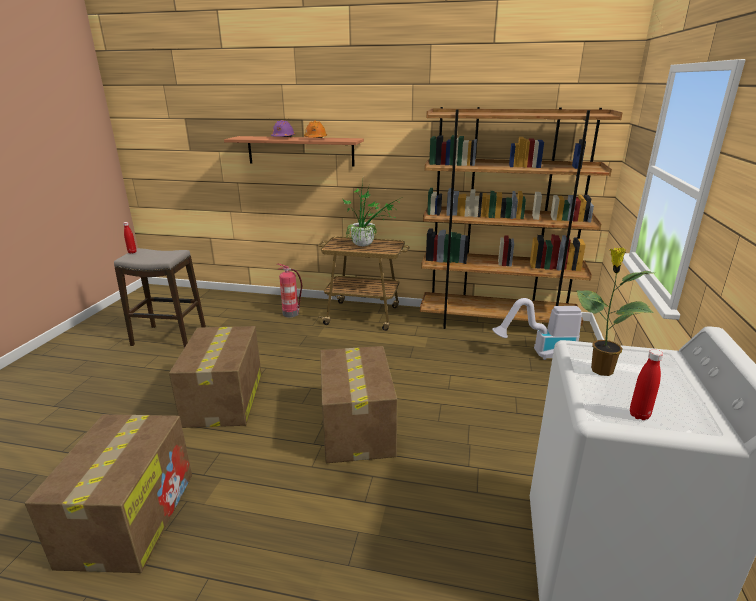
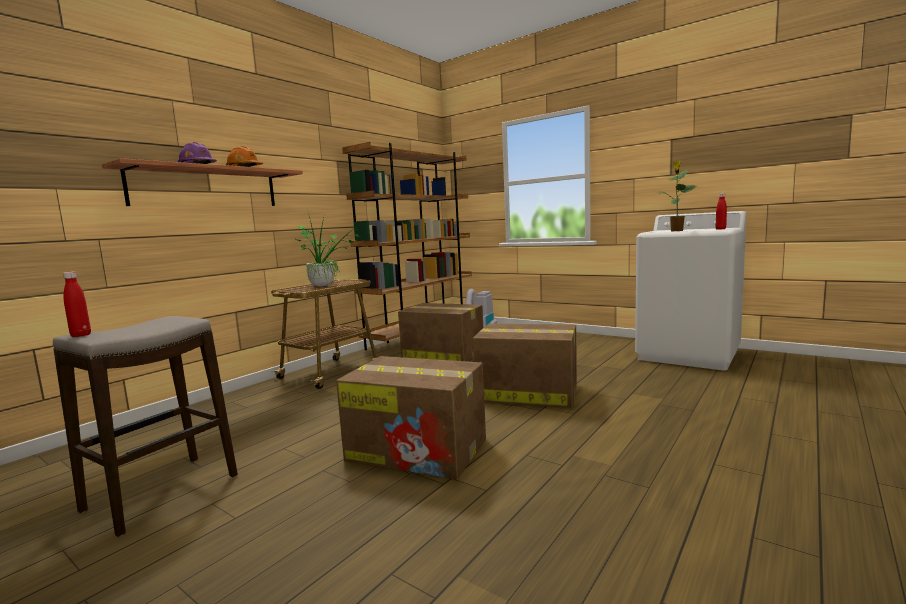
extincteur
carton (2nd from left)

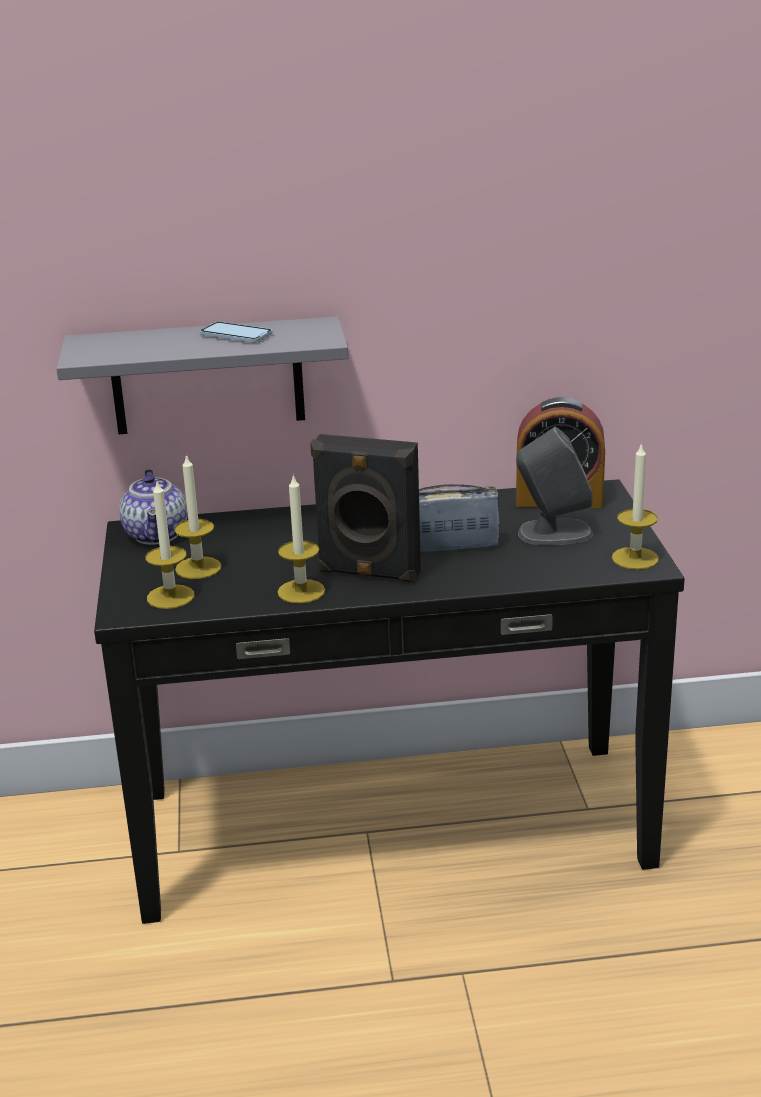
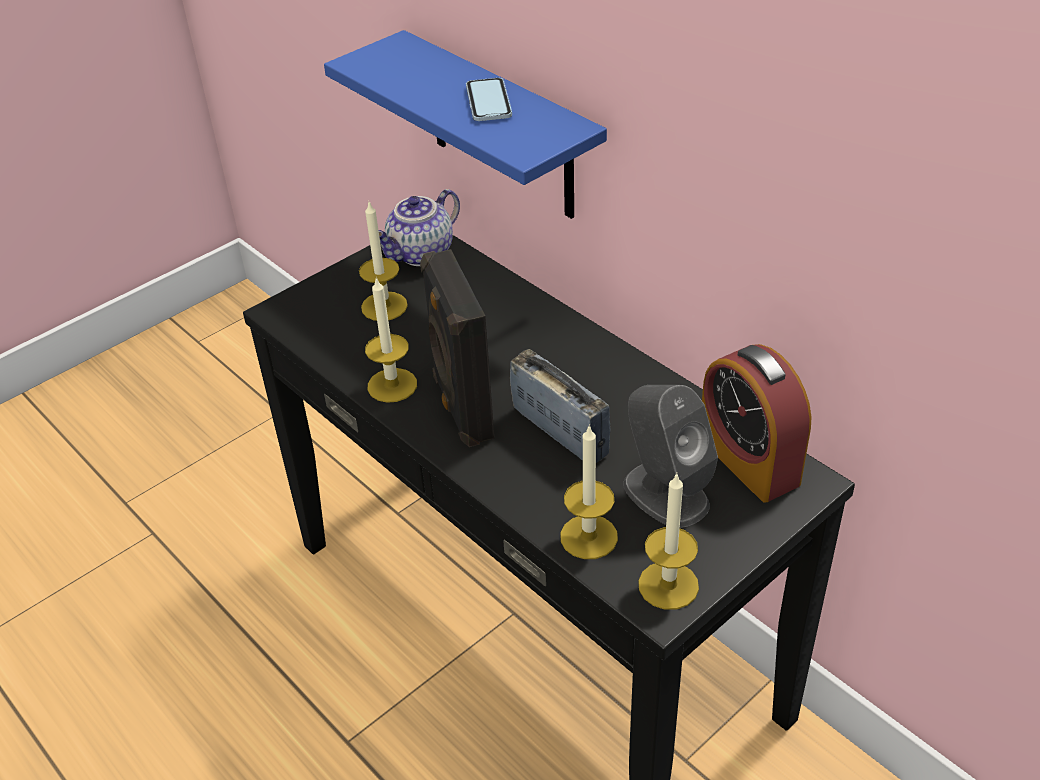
bougie (3rd from left)
étagère [bleu]

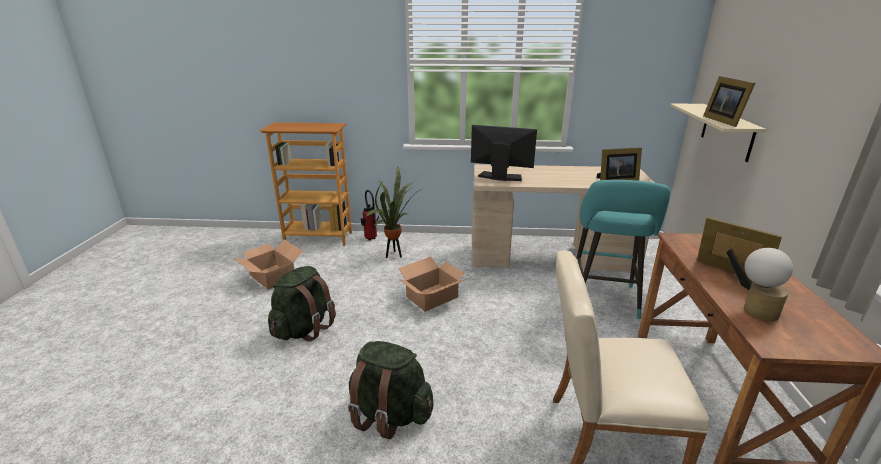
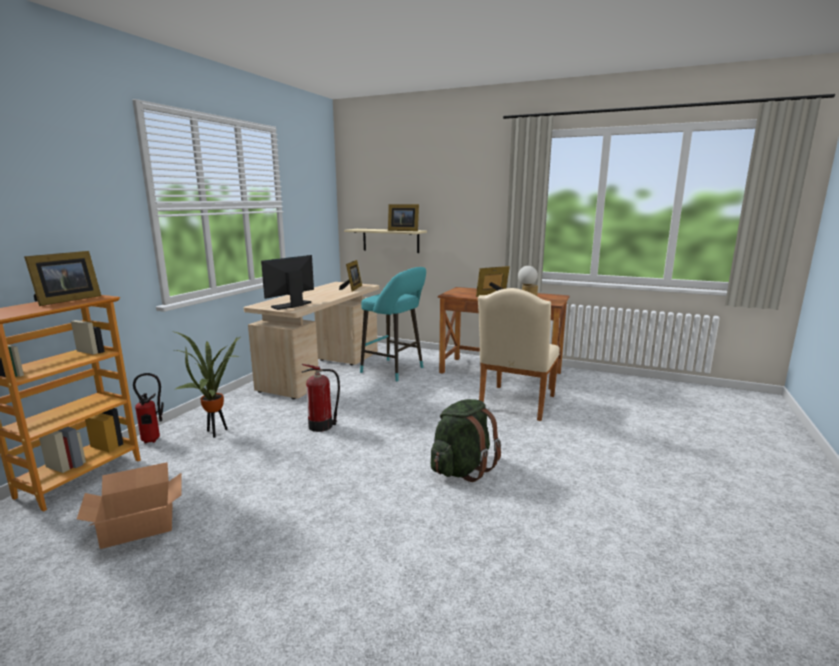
sac à dos [vert] (1st from left in the first image)
cadre photo (1st from left)
extincteur (2nd from left)

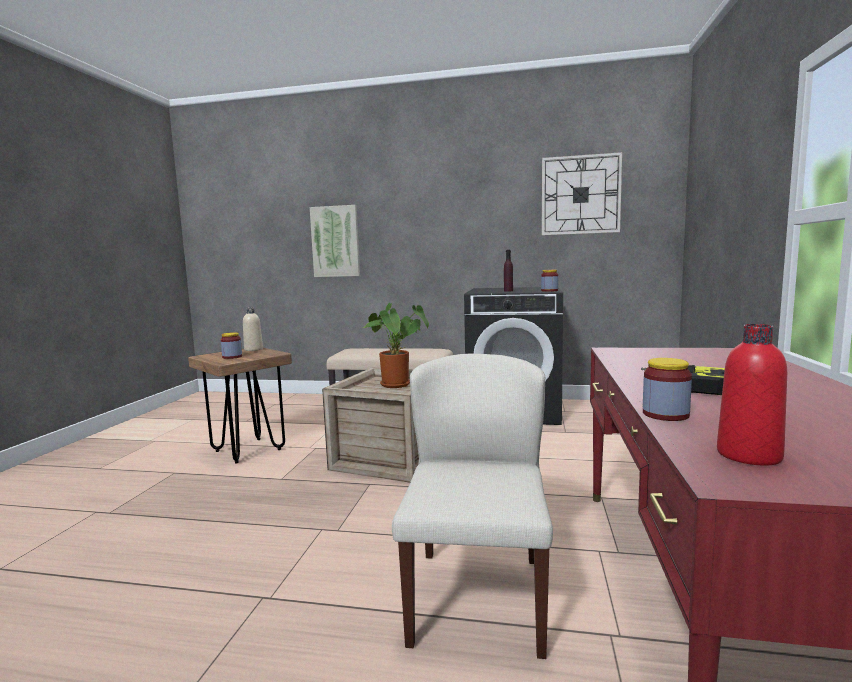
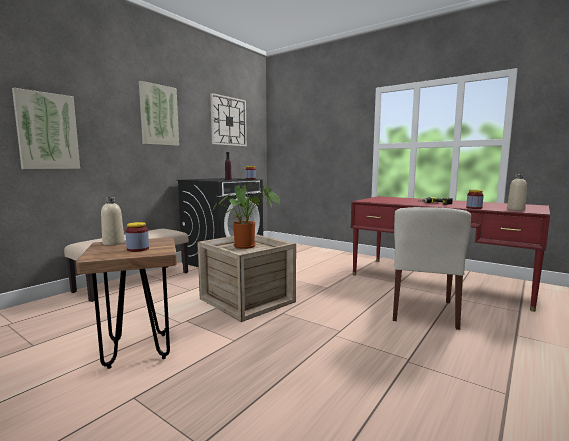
tableau (2nd from left)
bouteille [beige] (2nd from left)
chaise [beige]

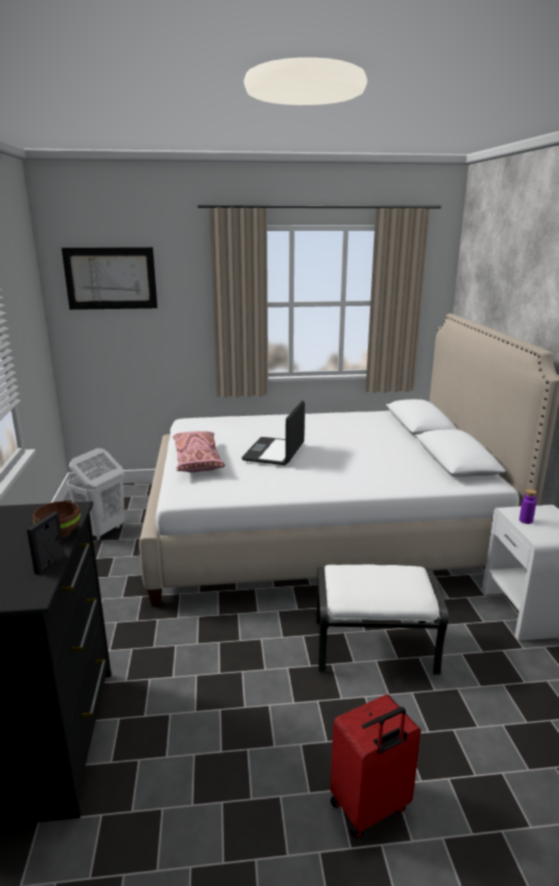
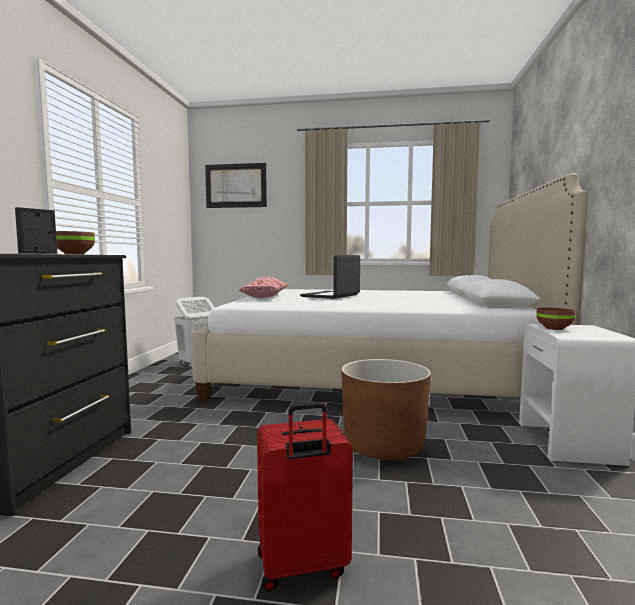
cache-pot [marron]
bol [marron] (2nd from left)

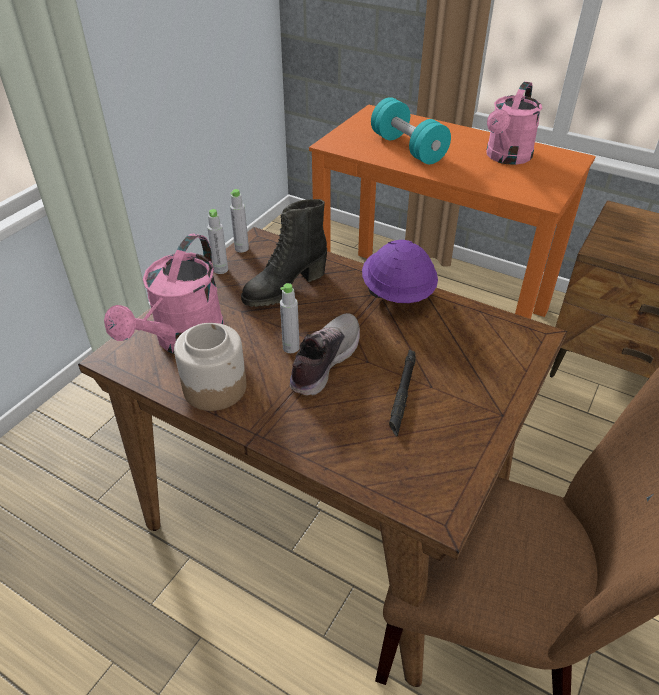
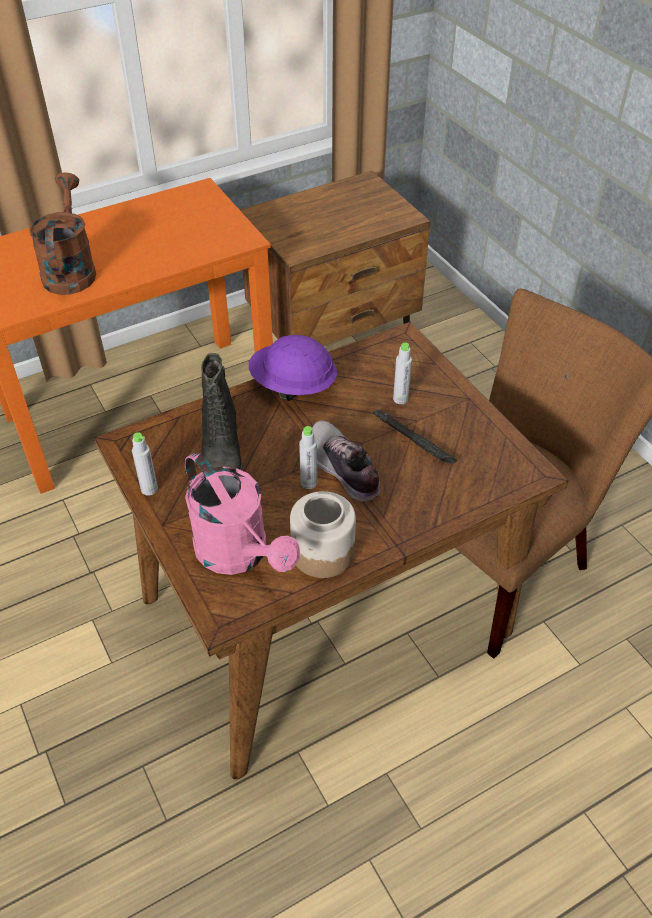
arrosoir [rose] (2nd from left in the first image)
bouteille [gris] (3rd from left)
arrosoir [marron]

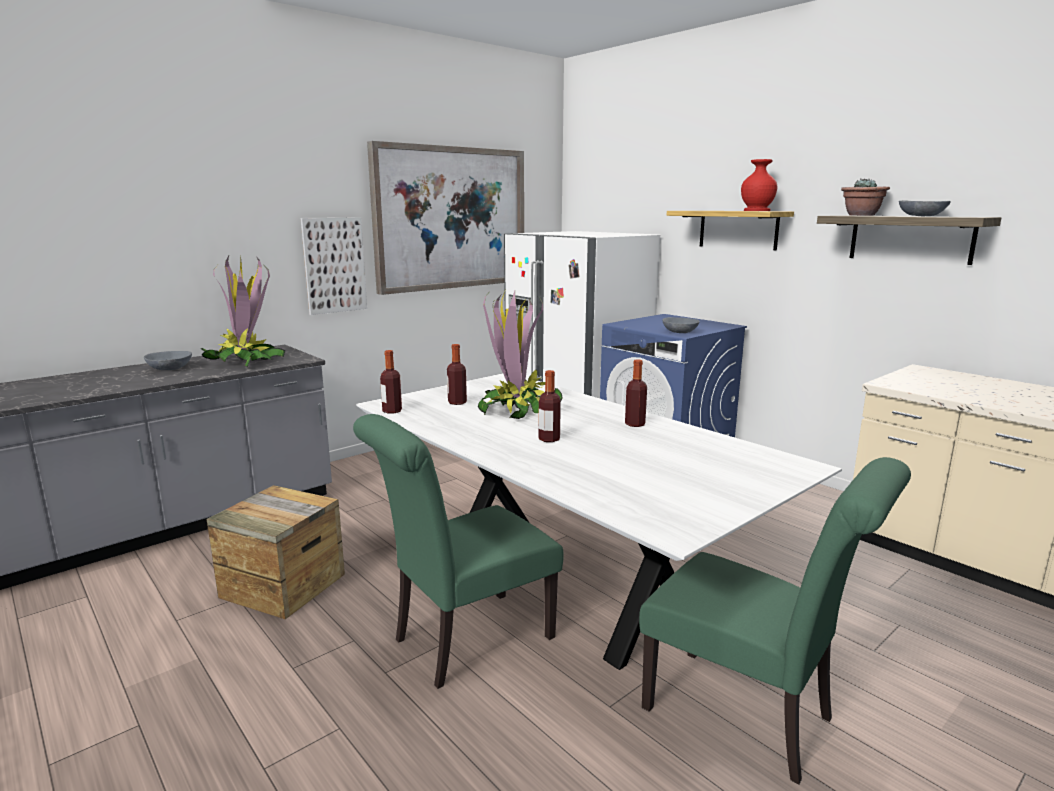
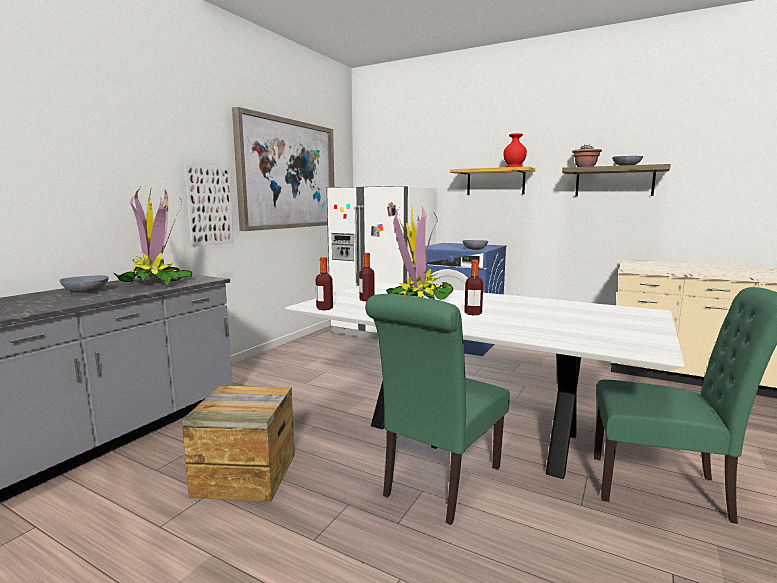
bouteille (4th from left in the first image)

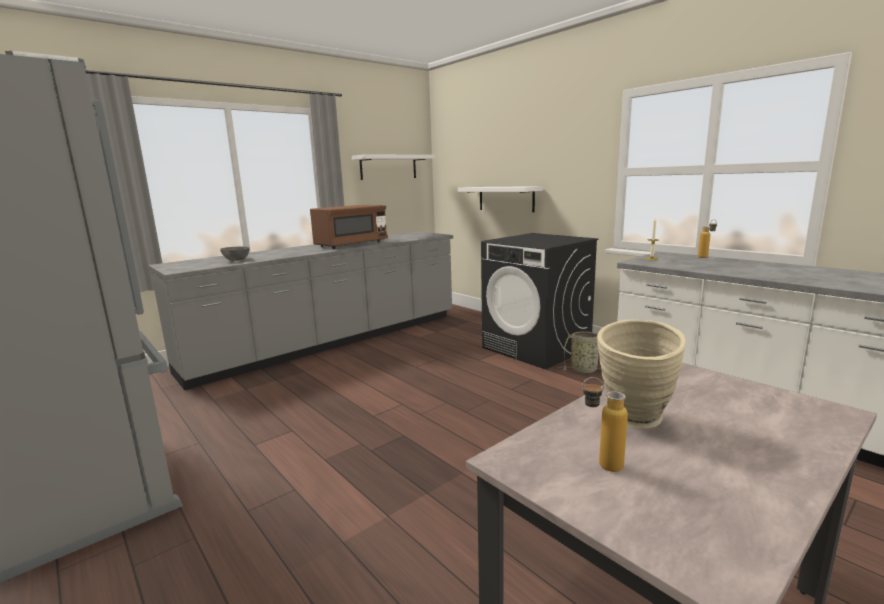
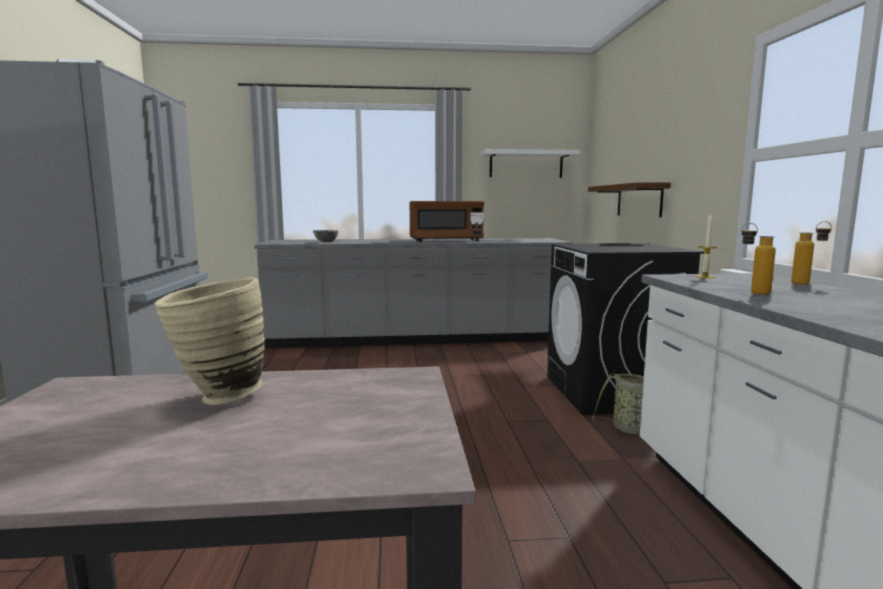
bouteille (1st from left)
étagère [marron]

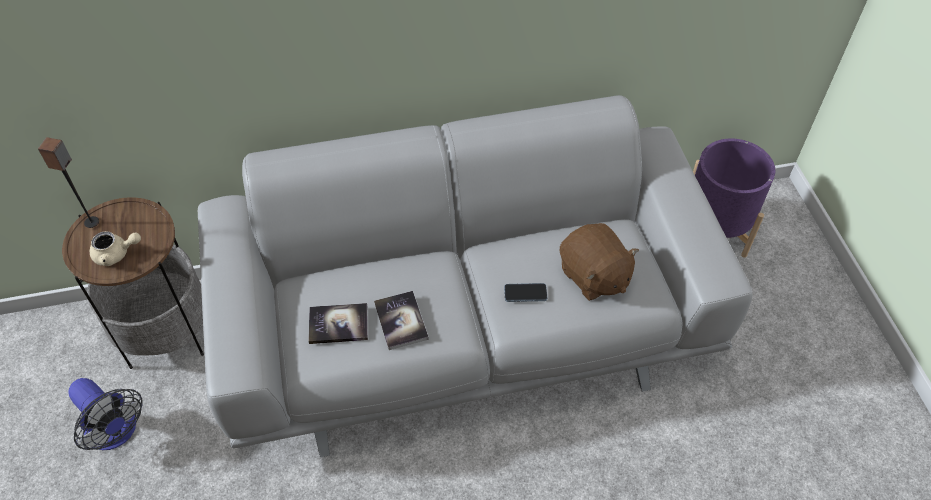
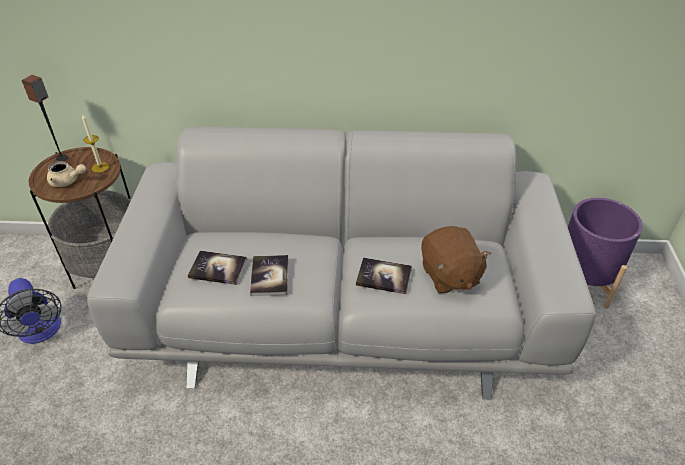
bougie
livre (3rd from left)

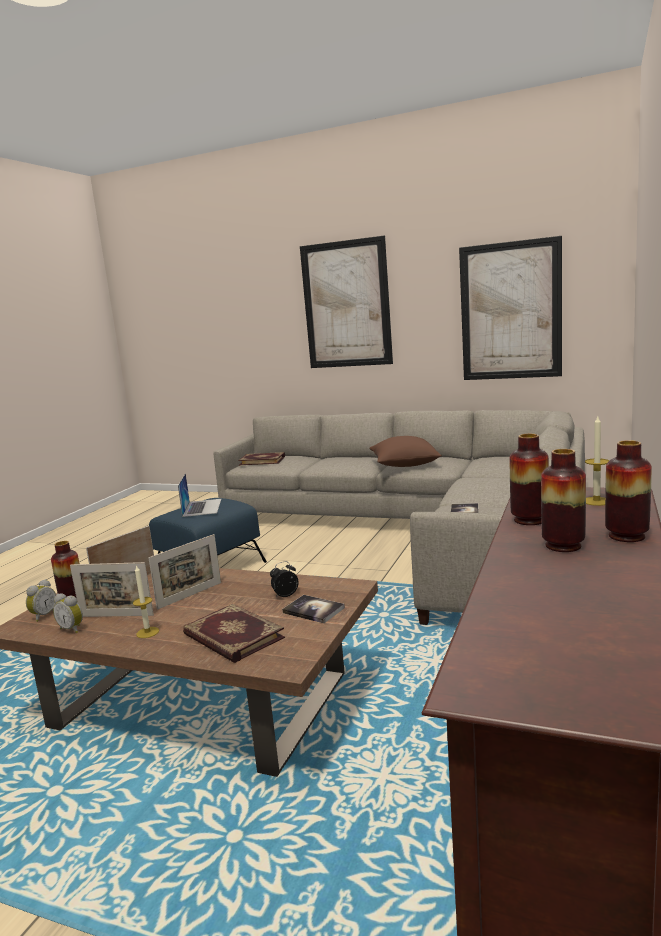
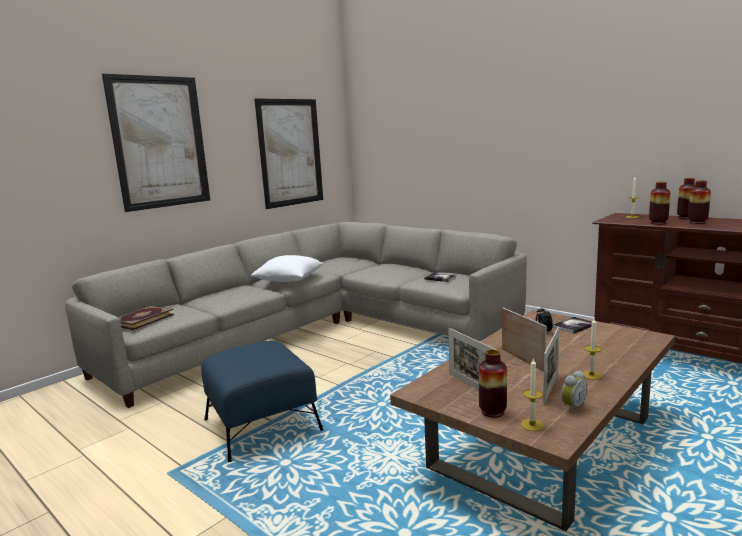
ordinateur portable
livre (1st from left in the first image)
bougie (1st from left)
coussin [blanc]

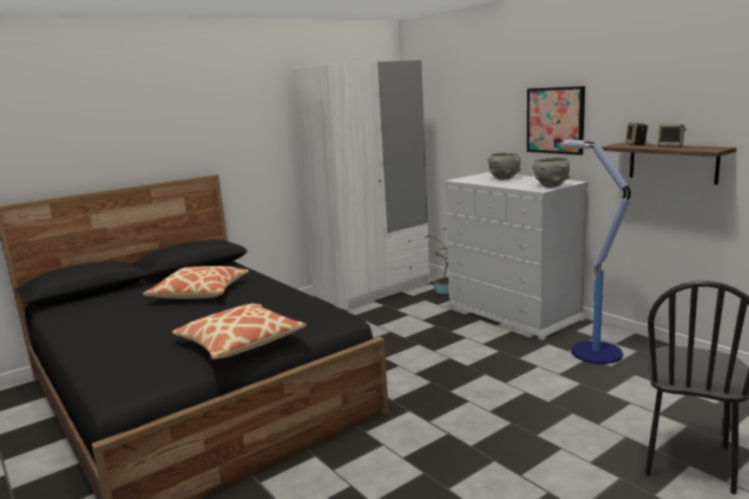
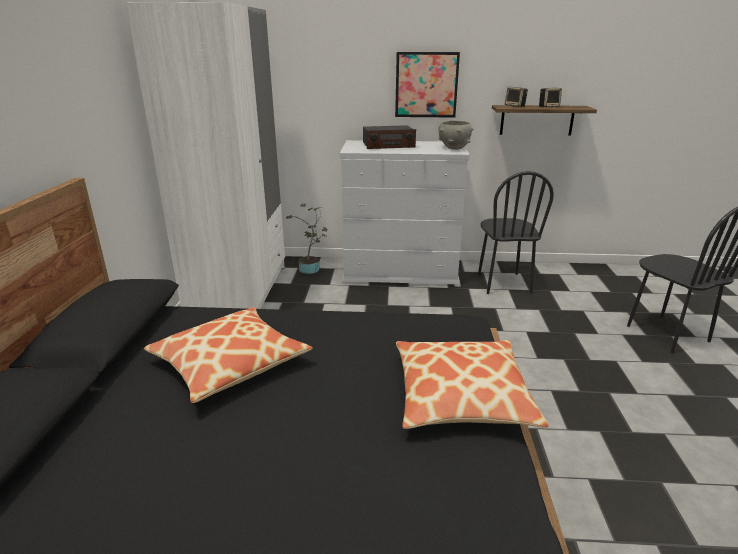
radio
chaise [noir] (1st from left)

